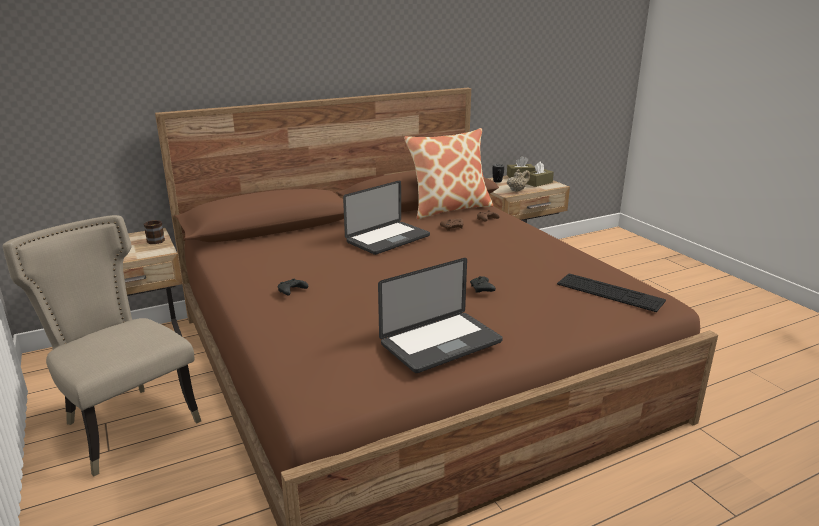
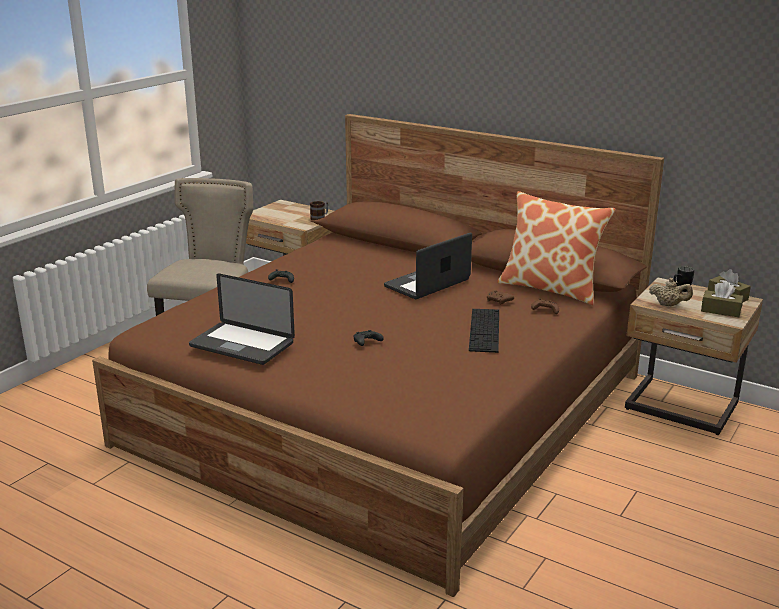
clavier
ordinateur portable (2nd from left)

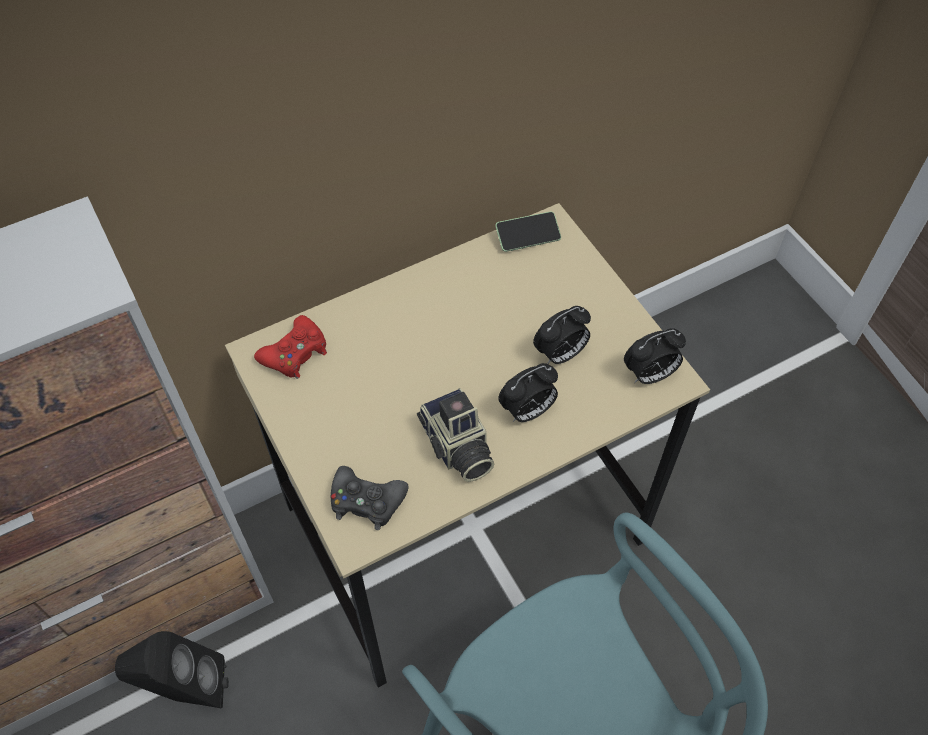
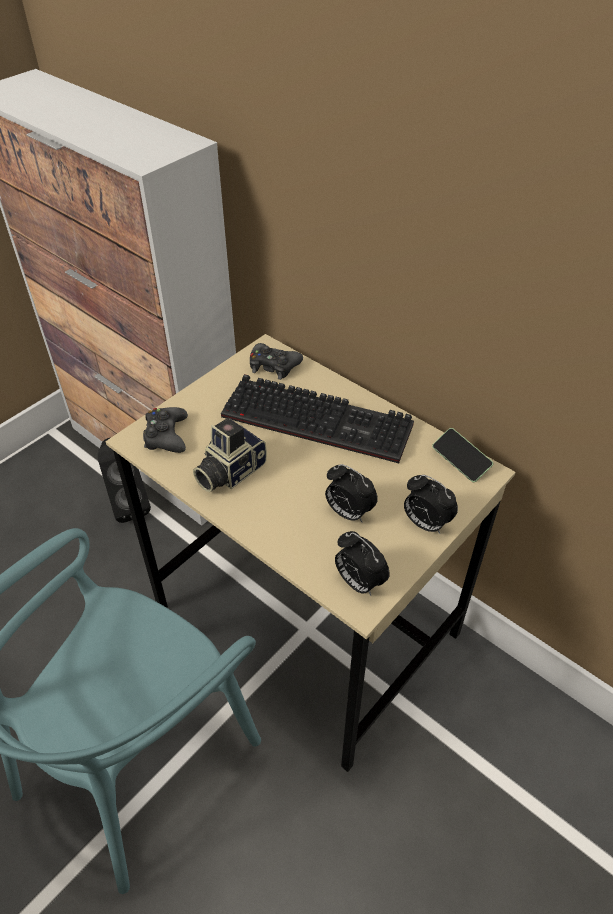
clavier
réveil (3rd from left)
manette [noir] (2nd from left)

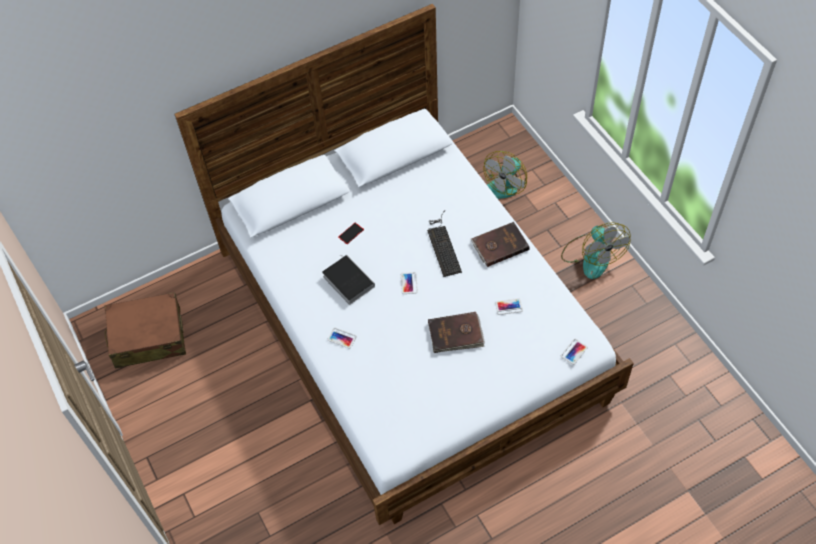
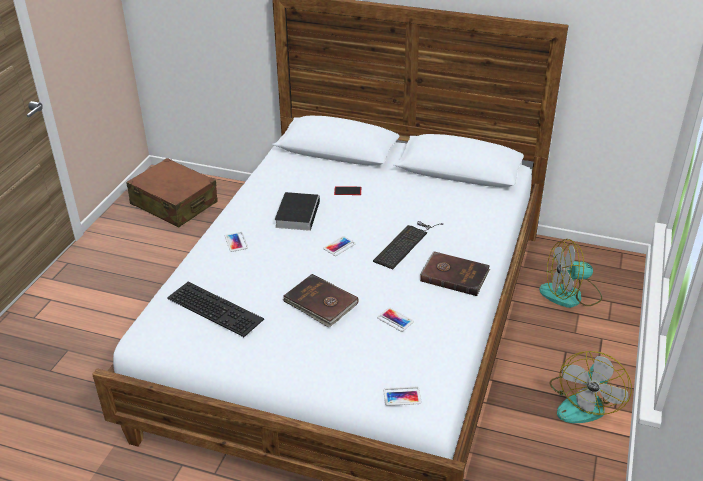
clavier (1st from left)

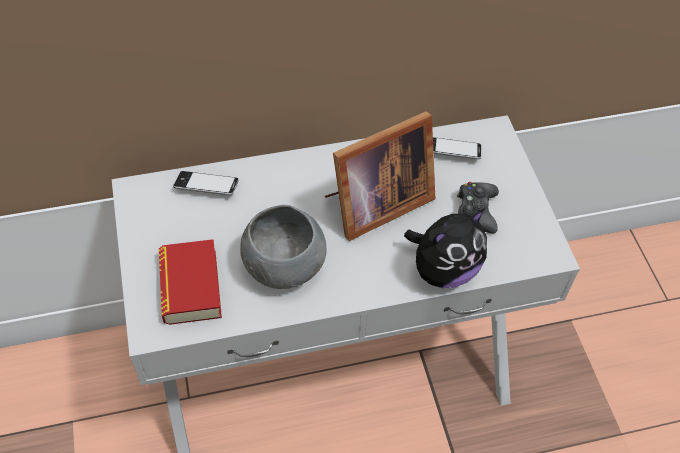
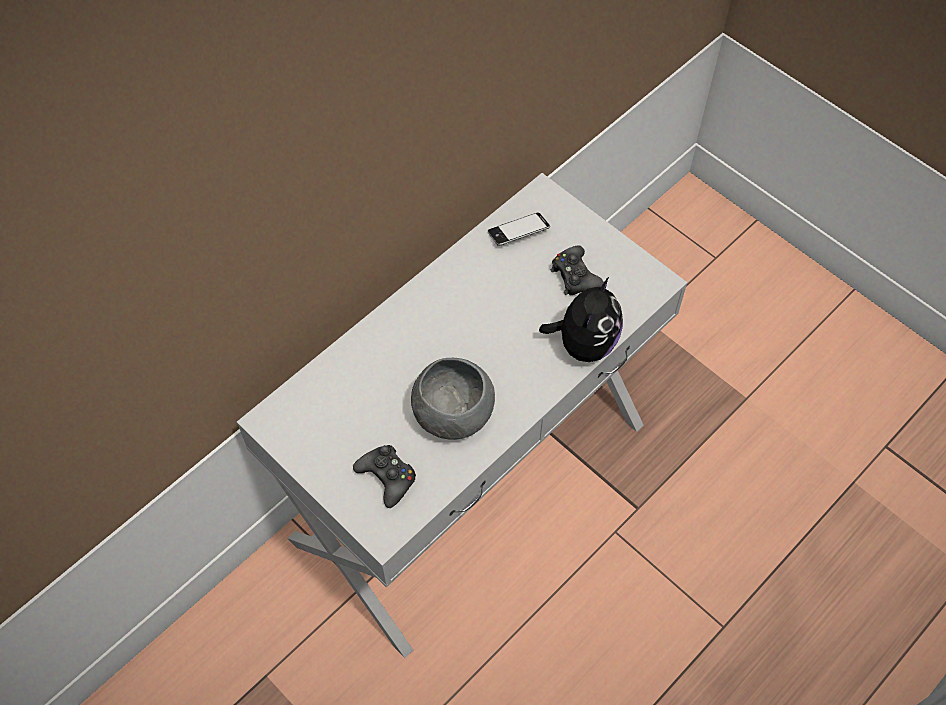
téléphone (1st from left in the first image)
cadre photo
manette [noir] (1st from left)

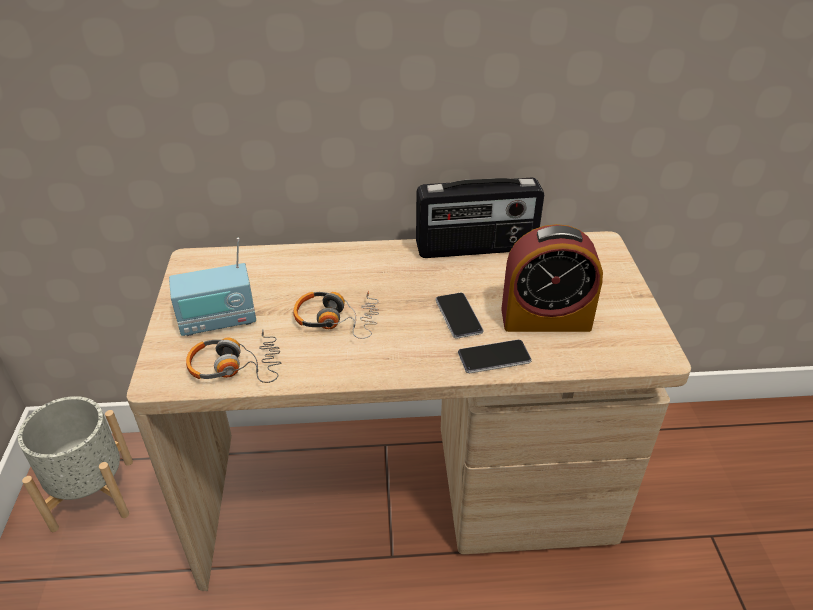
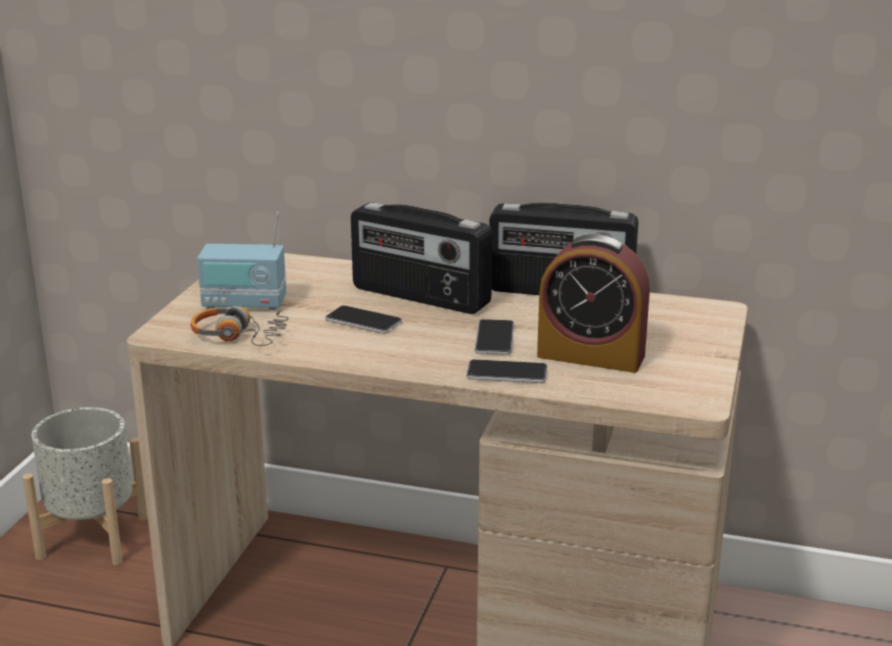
radio (2nd from left)
téléphone (1st from left)

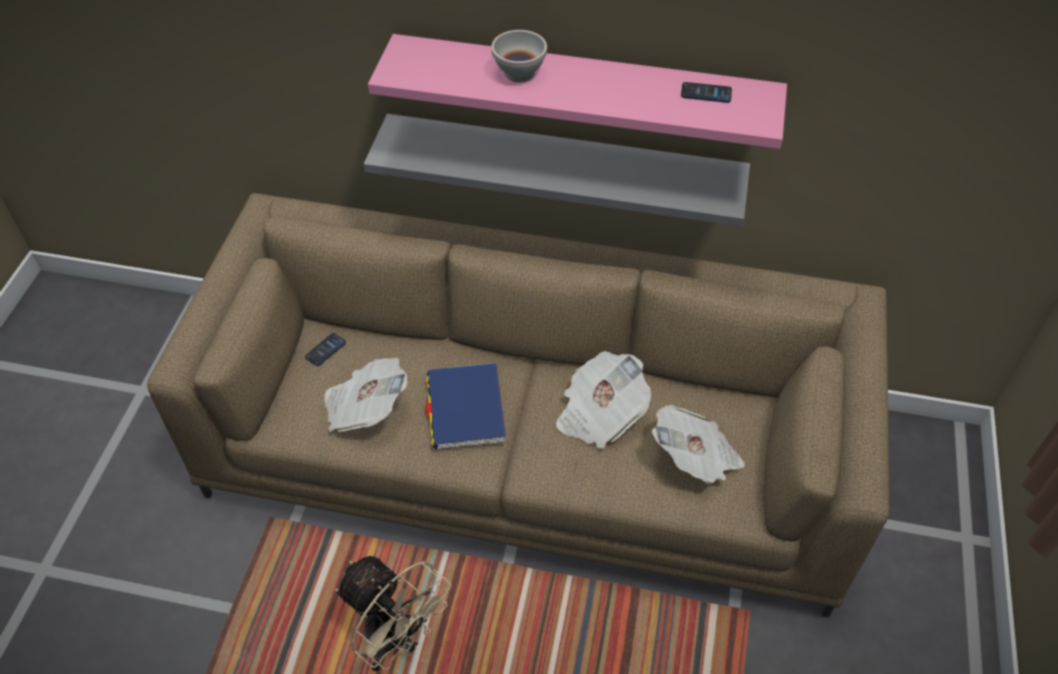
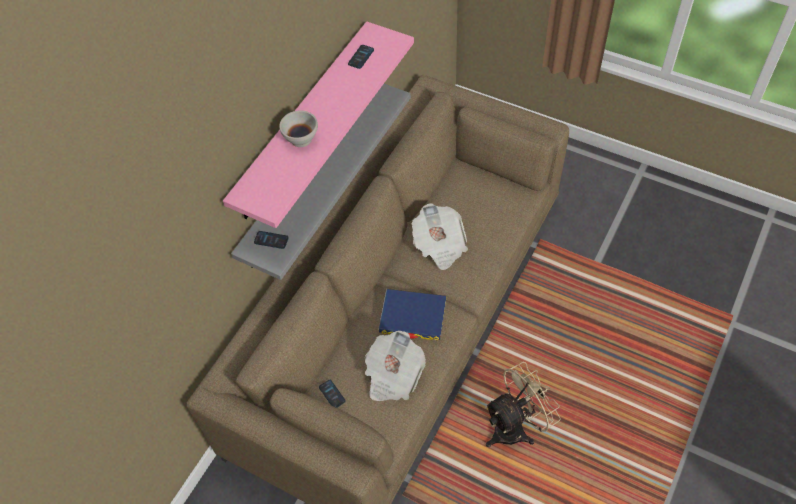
journal (3rd from left in the first image)
téléphone (1st from left)

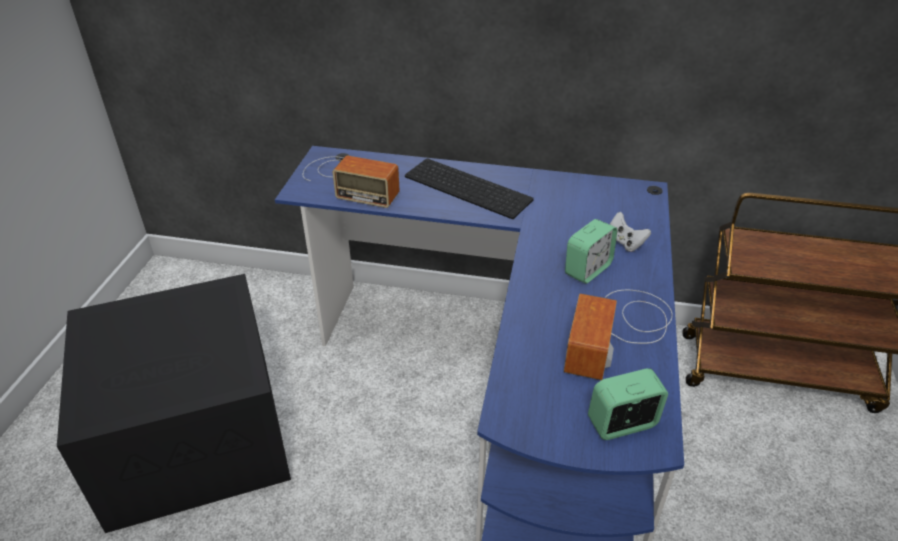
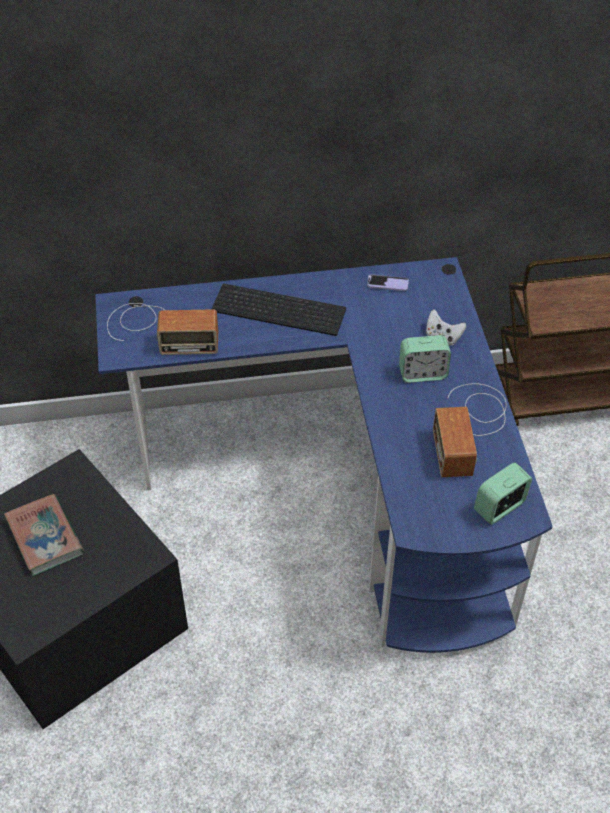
livre
téléphone
réveil (1st from left)

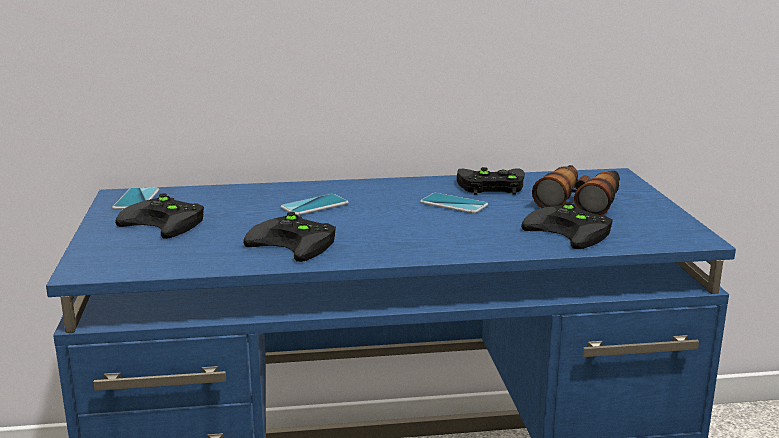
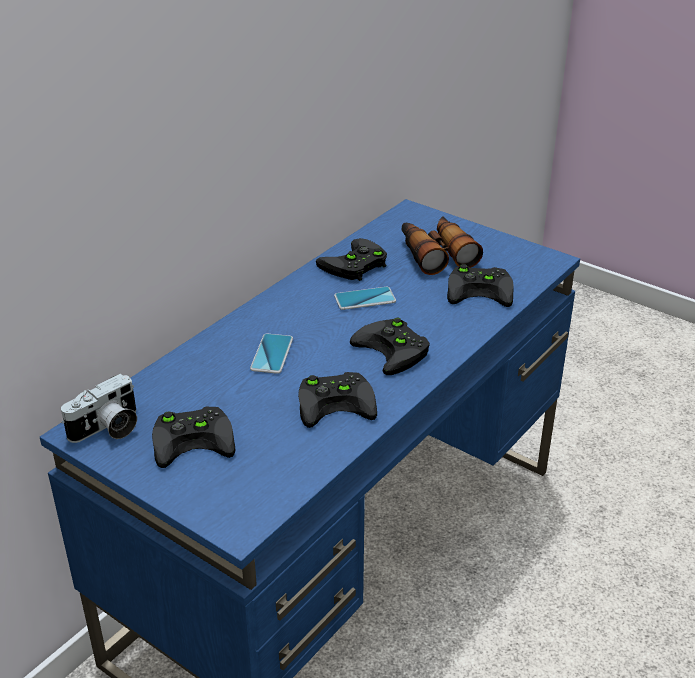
manette [noir] (4th from left)
appareil photo

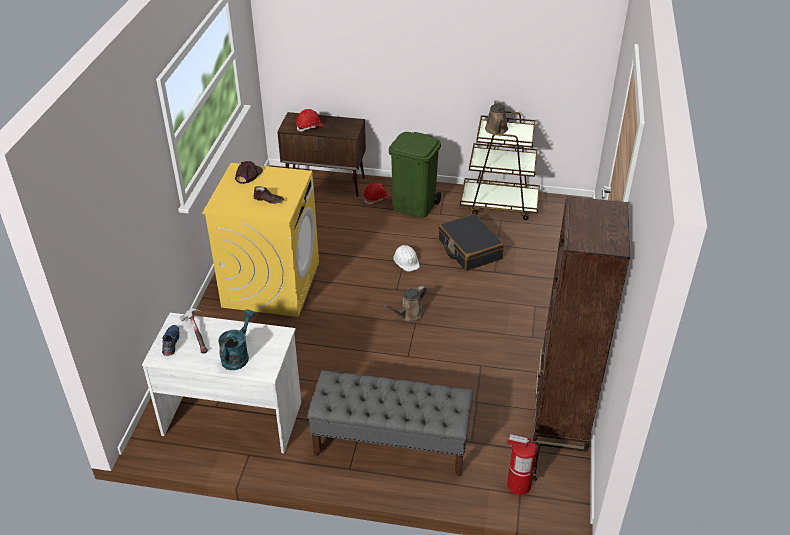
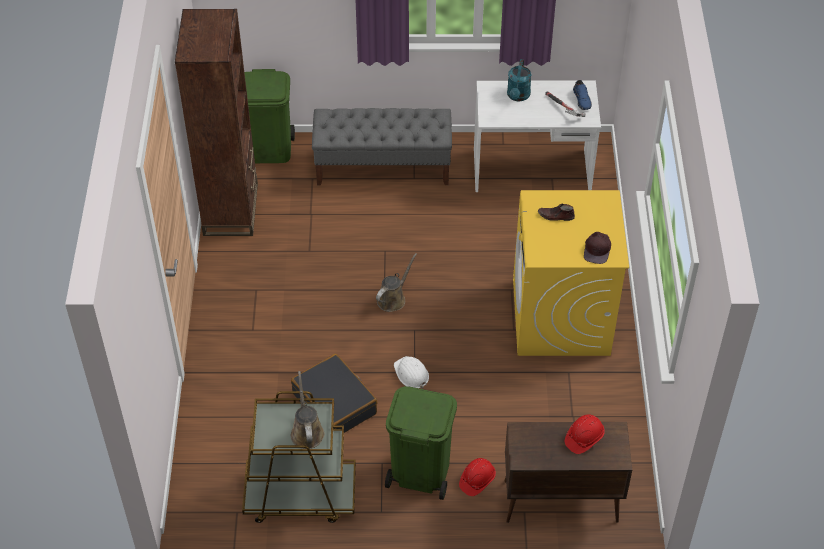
poubelle [vert] (1st from left)

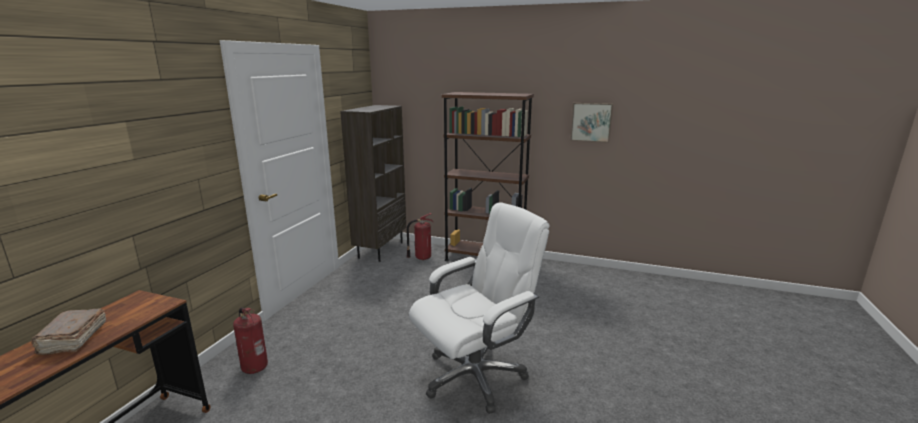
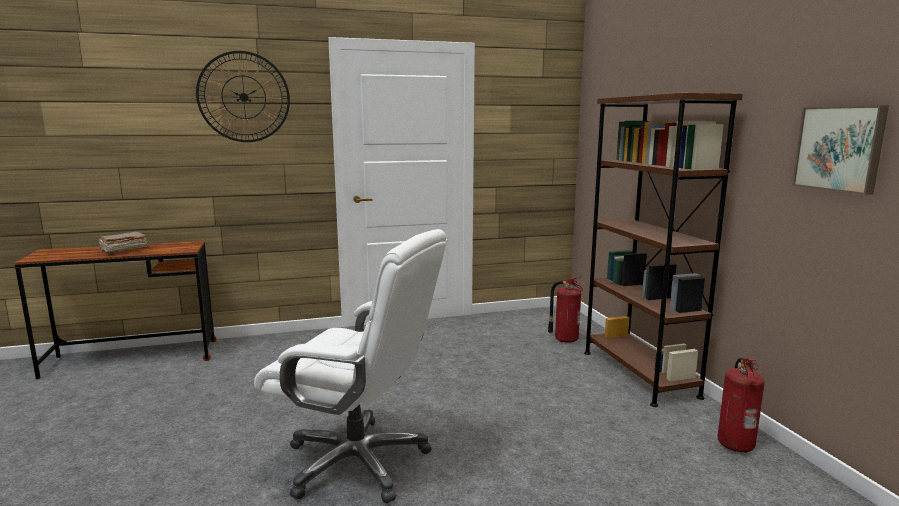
bibliothèque [marron] (1st from left in the first image)
horloge murale
extincteur (2nd from left)

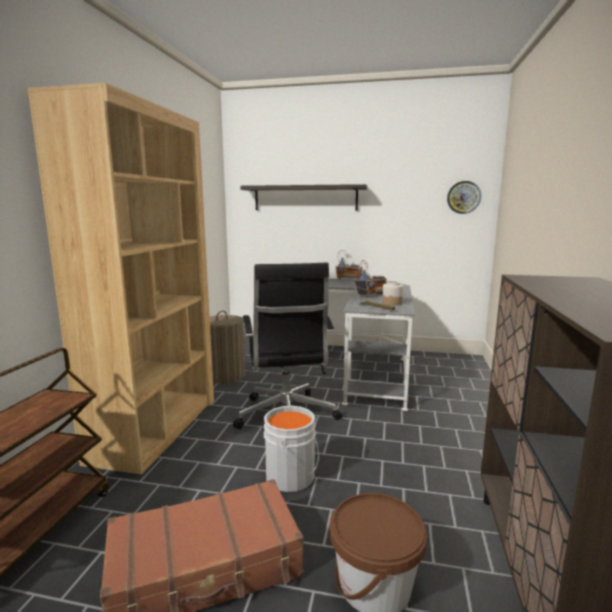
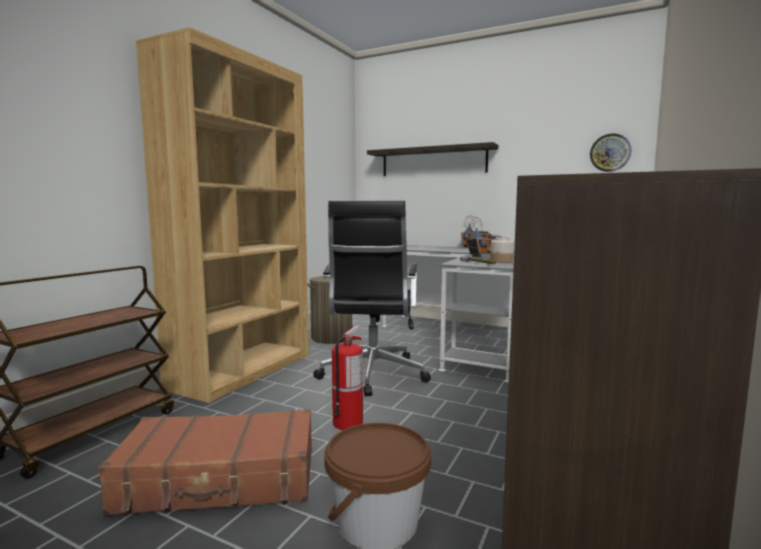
extincteur

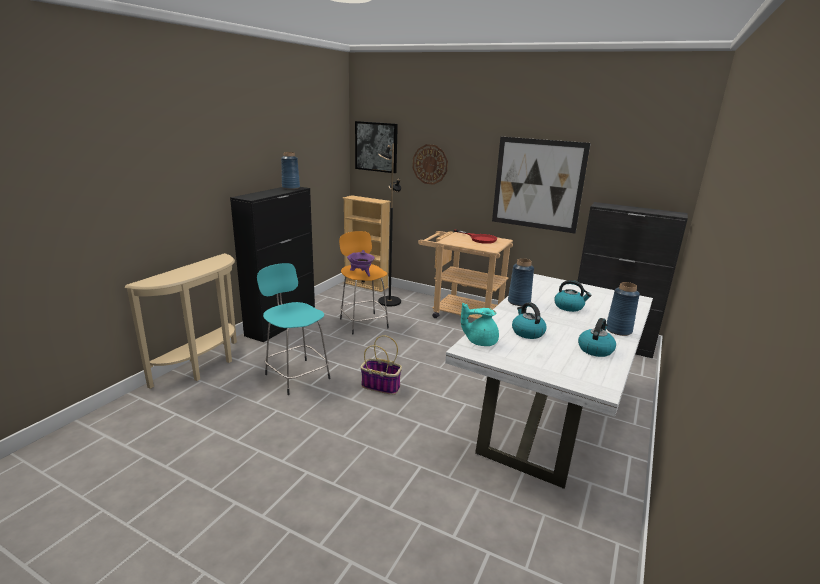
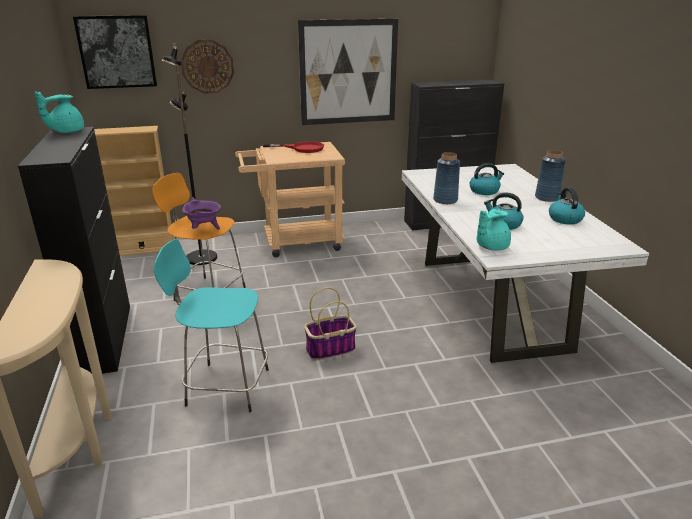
théière [turquoise] (1st from left)

